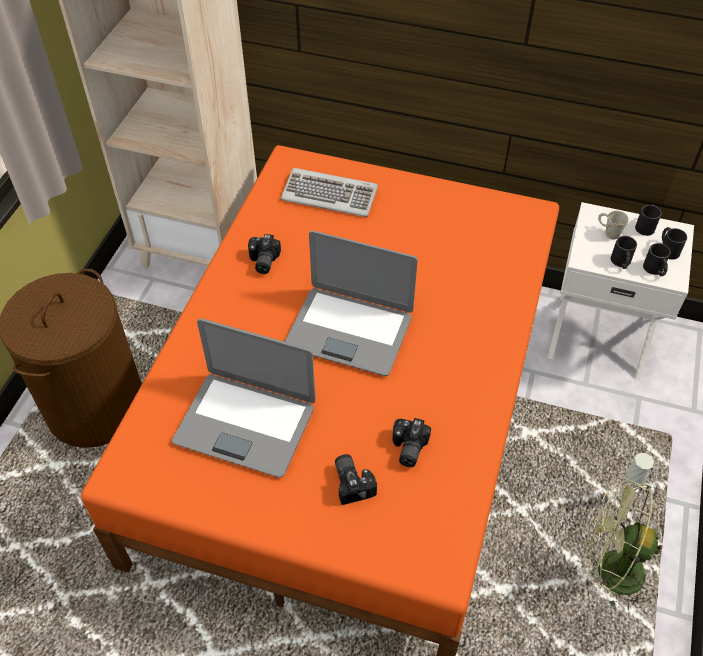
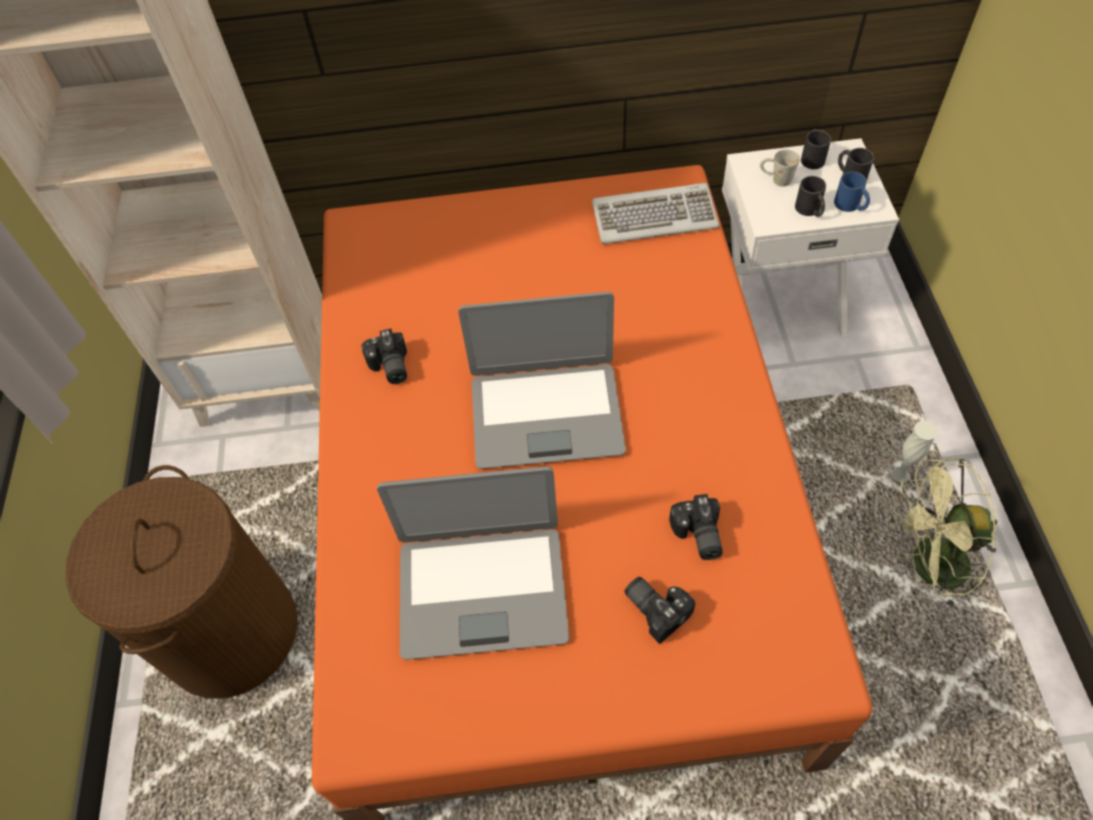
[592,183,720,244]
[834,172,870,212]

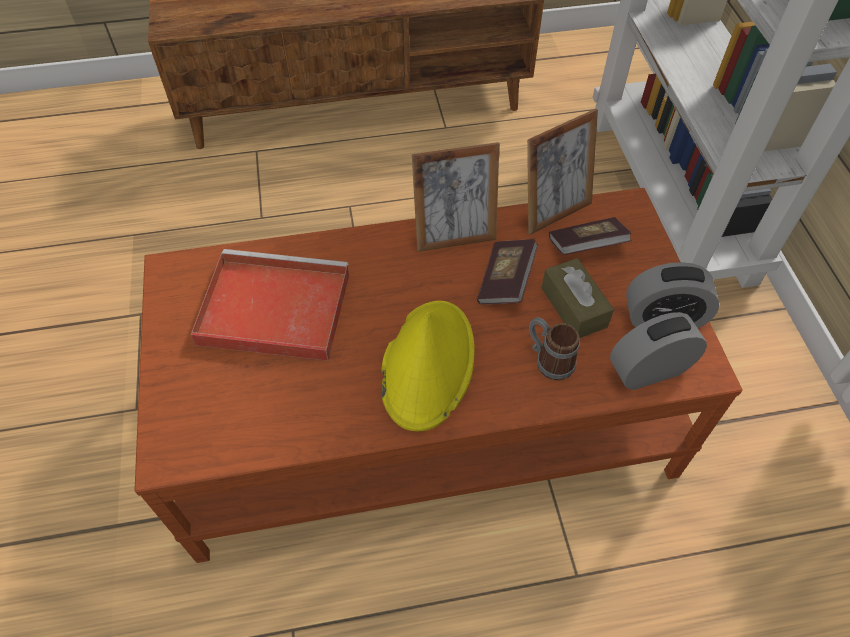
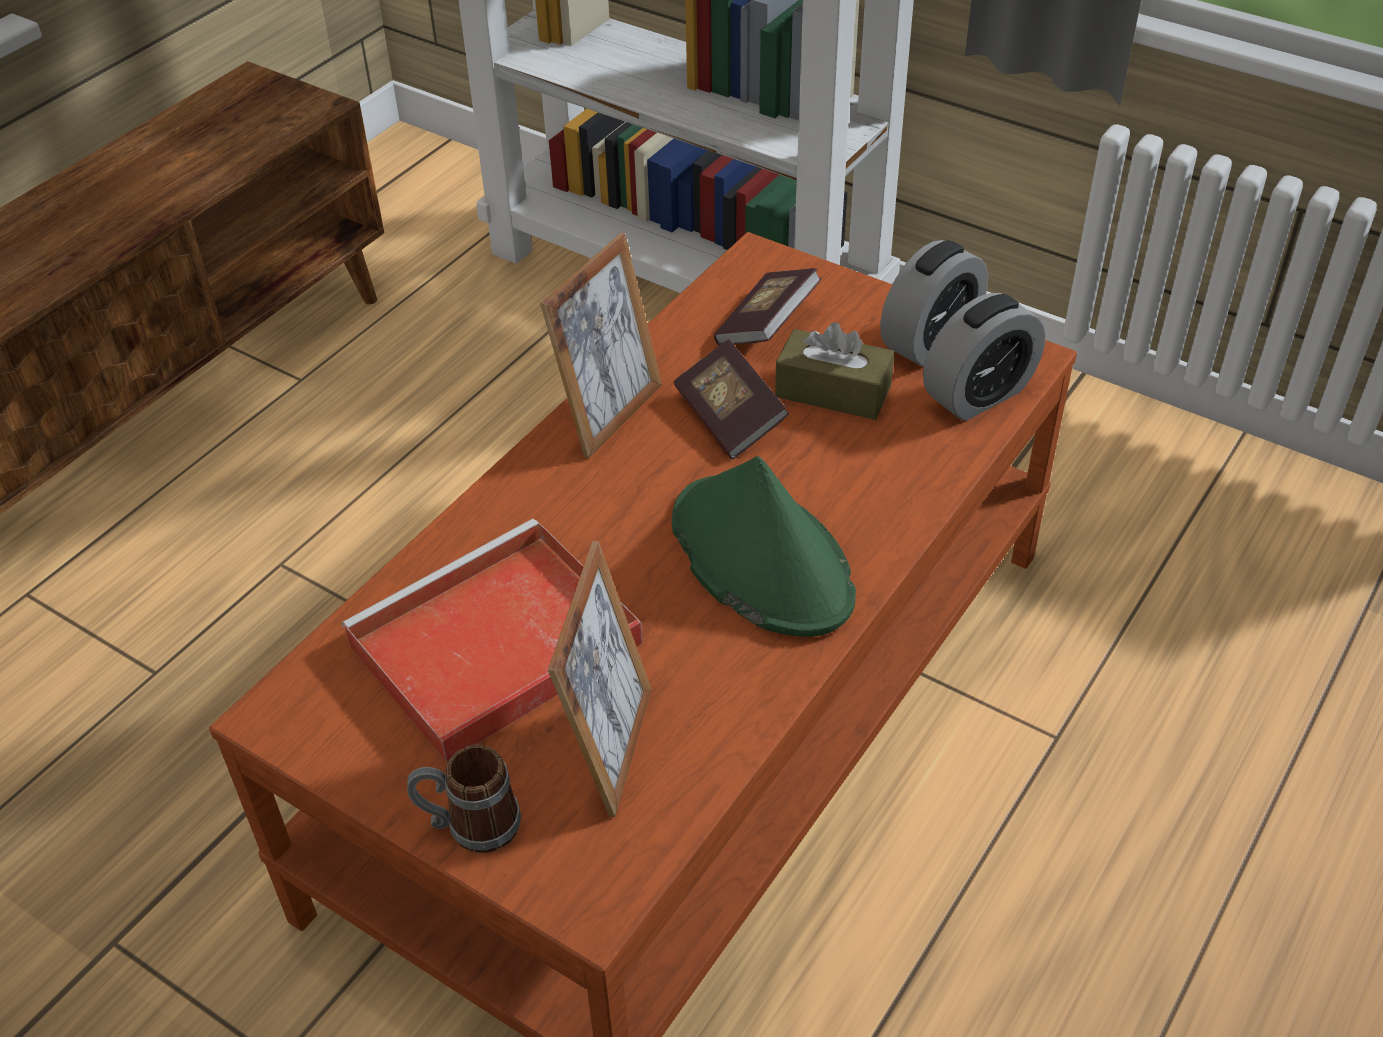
[672,456,856,637]
[548,541,651,817]
[407,745,521,853]
[923,293,1046,421]

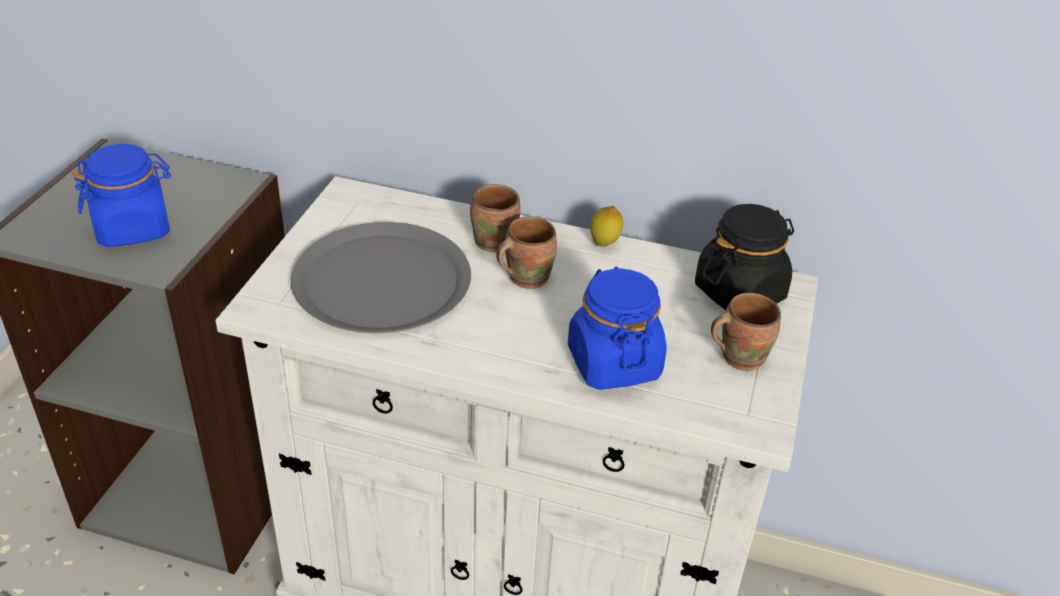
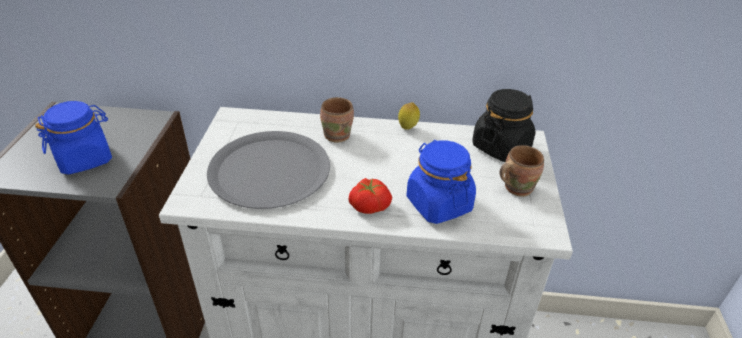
[496,216,557,289] (first image)
[348,178,392,214]

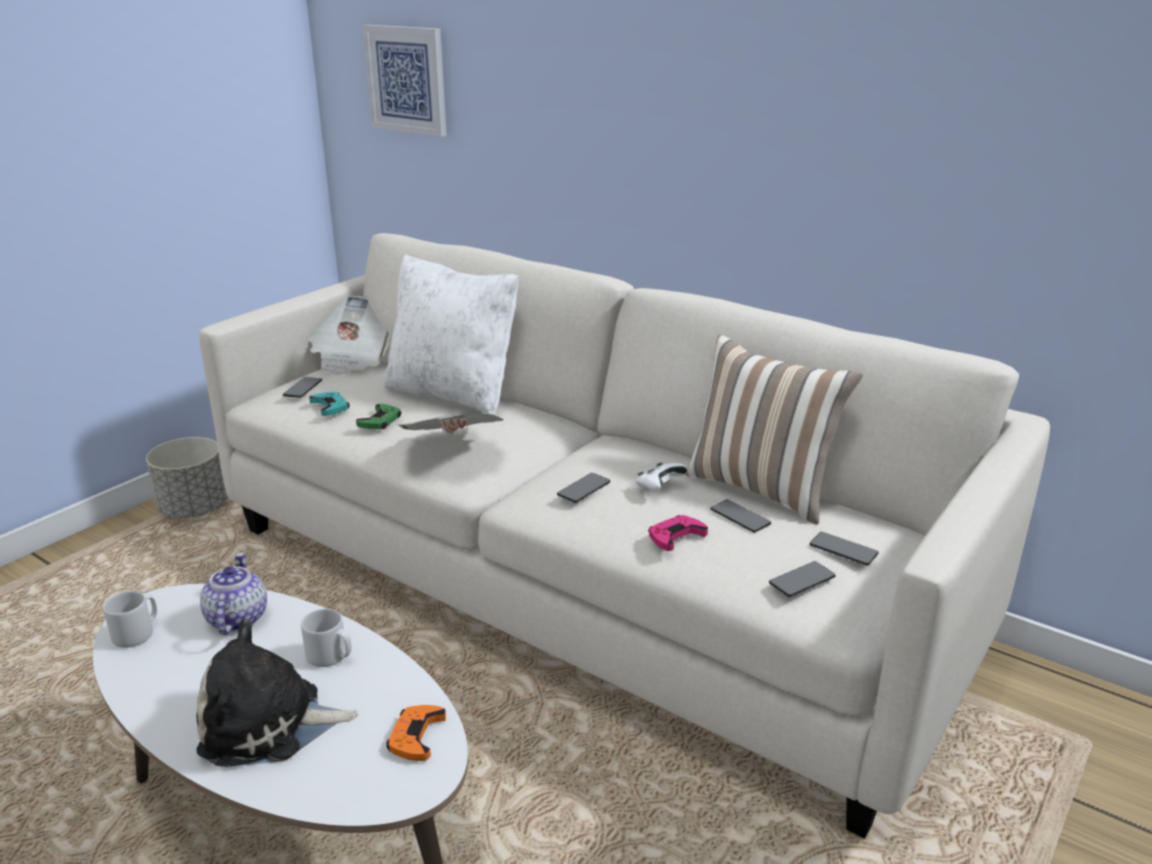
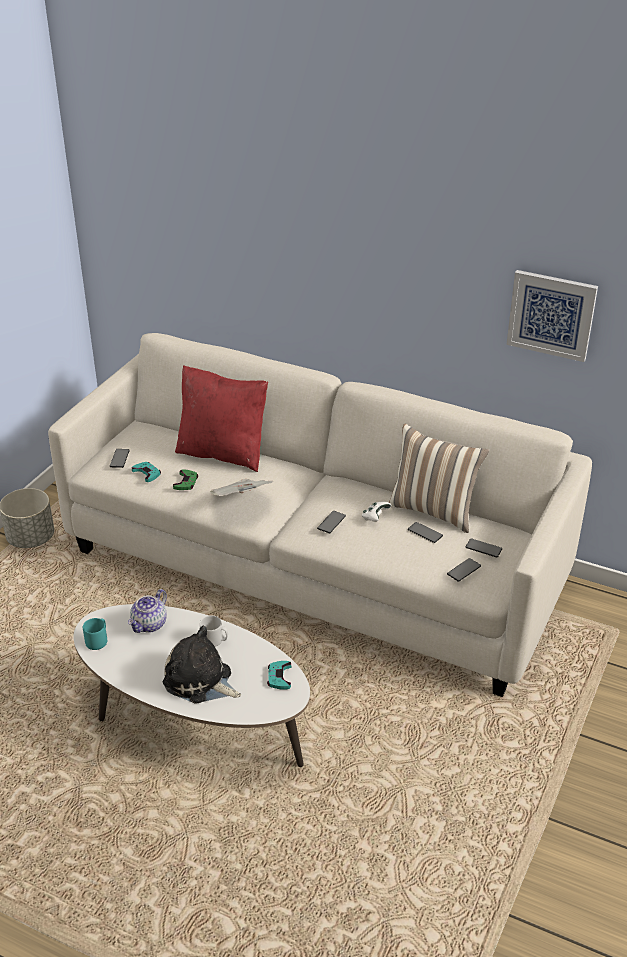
[83,618,107,650]
[163,626,241,704]
[128,589,167,633]
[309,295,391,376] (first image)
[506,270,598,362]
[175,365,268,472]
[267,661,291,690]
[648,515,708,551] (first image)

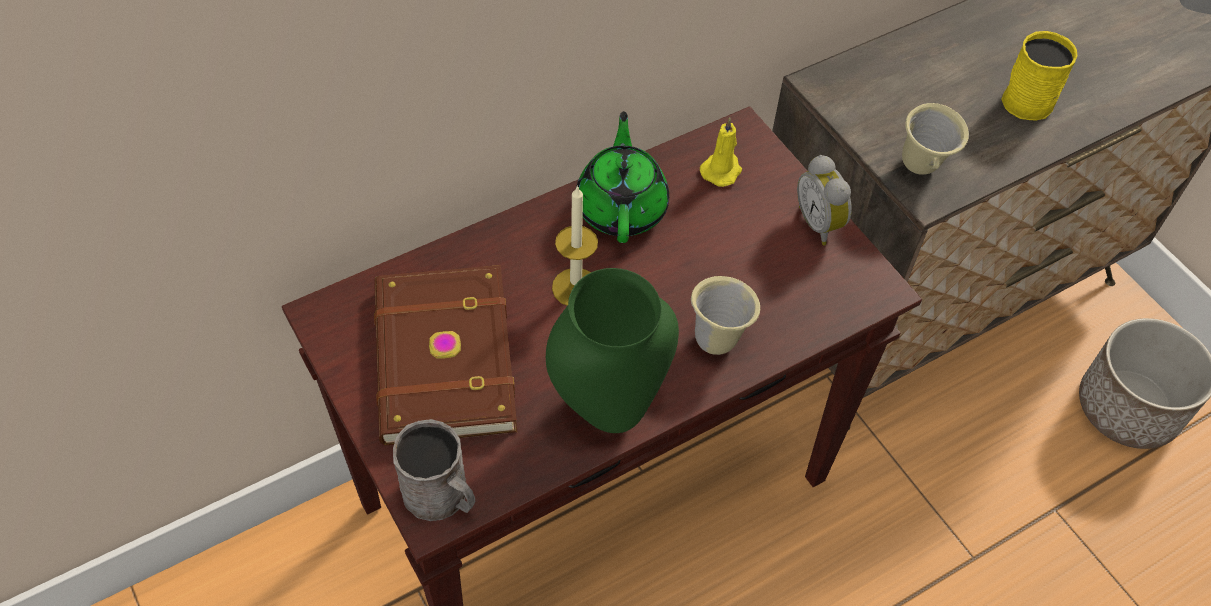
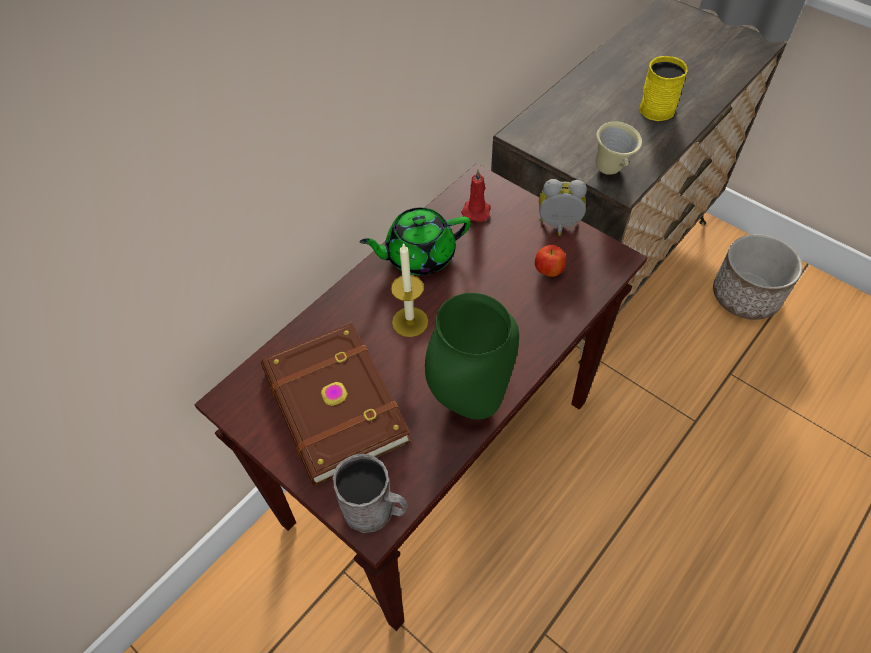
[359,207,471,275]
[691,276,760,355] (first image)
[461,169,491,222]
[539,179,587,236]
[535,245,566,277]

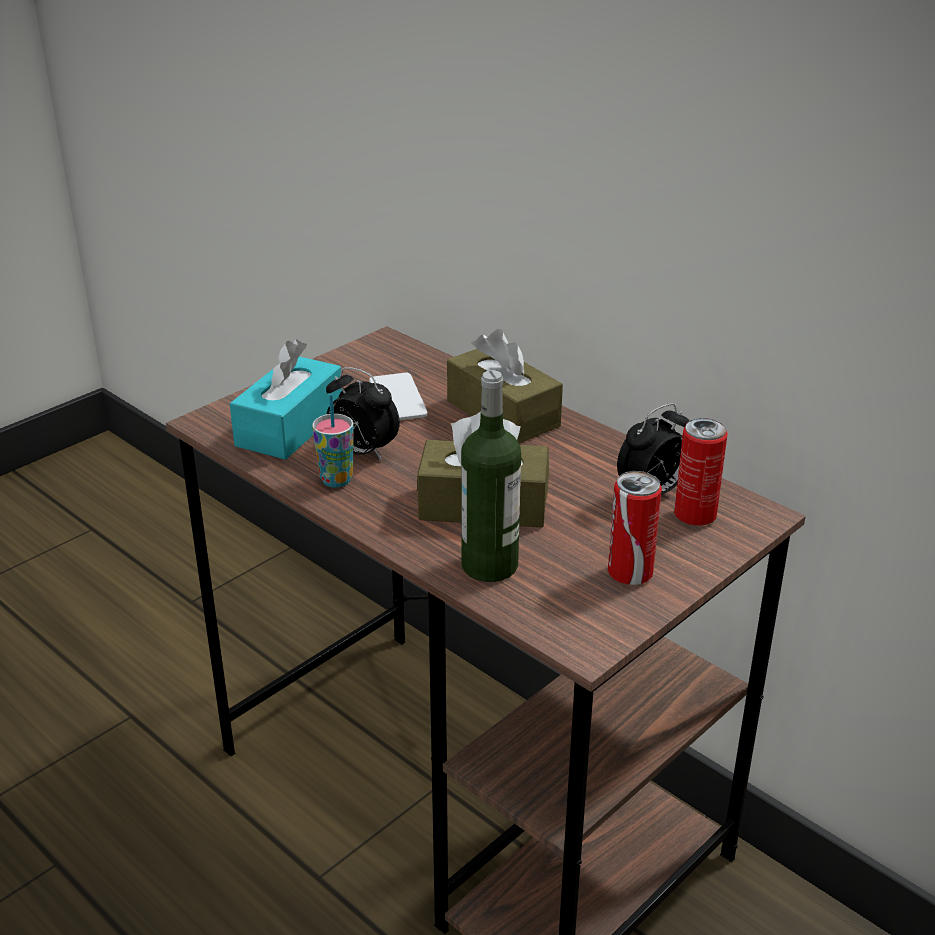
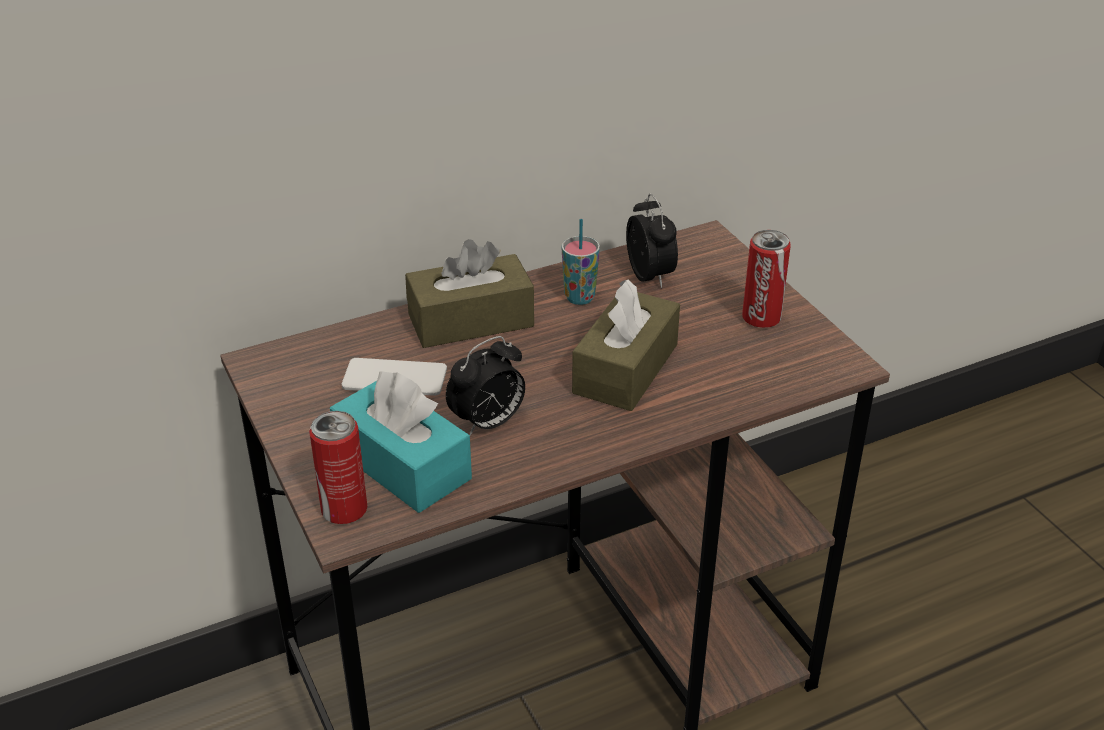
[562,219,600,305]
[461,370,521,582] (first image)
[309,411,367,524]

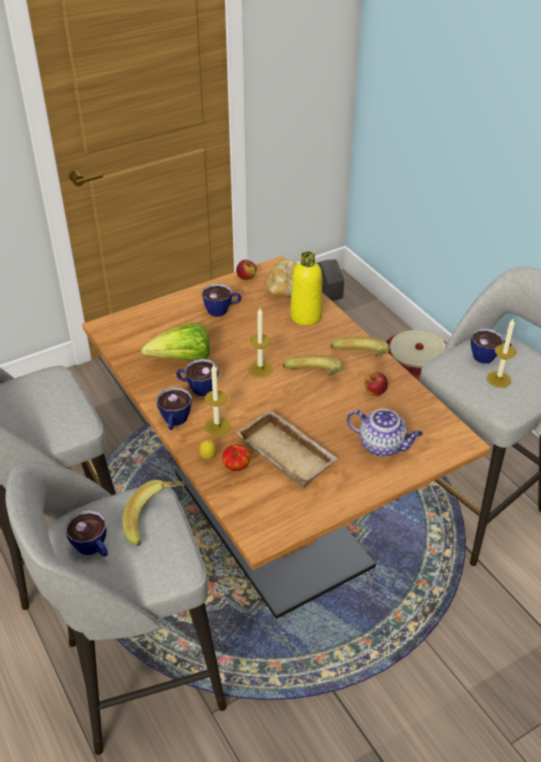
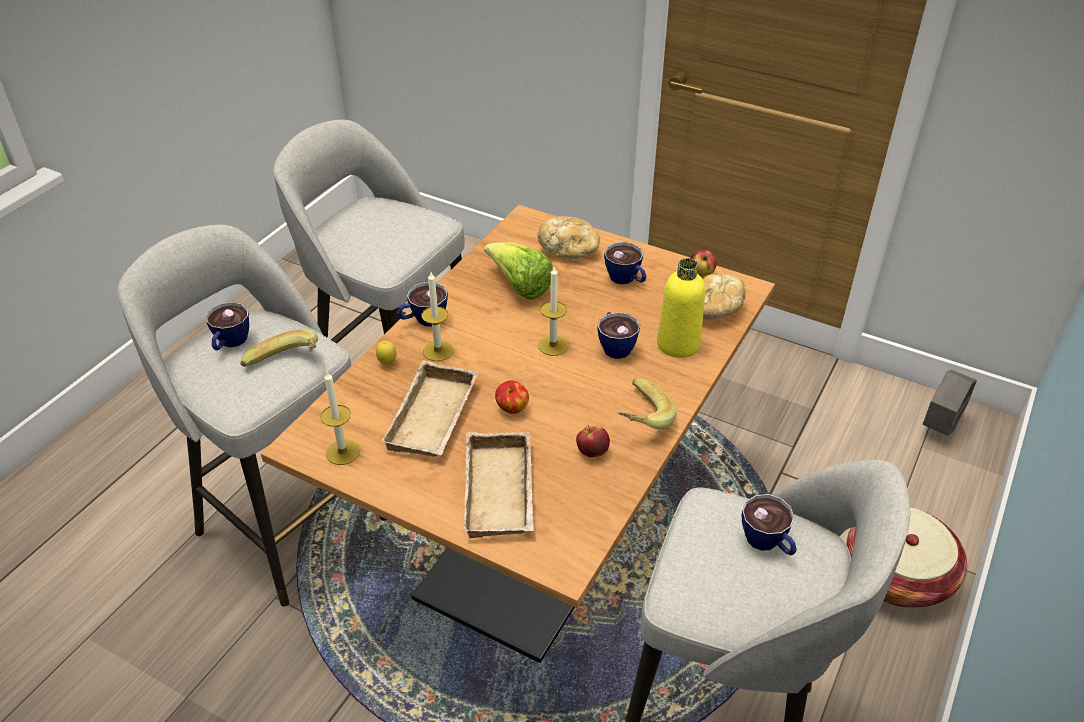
[597,312,640,359]
[495,380,529,414]
[282,355,343,377] (first image)
[464,432,534,538]
[320,371,360,465]
[537,216,600,259]

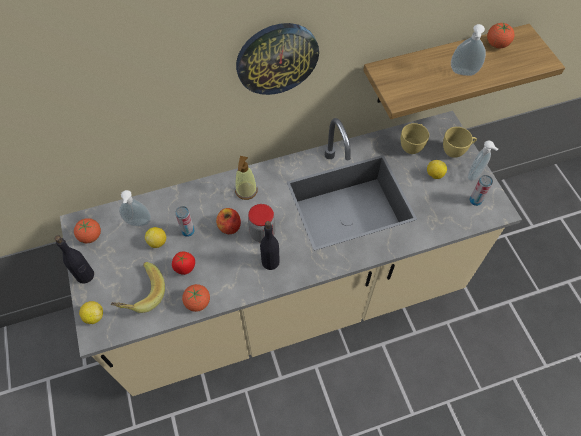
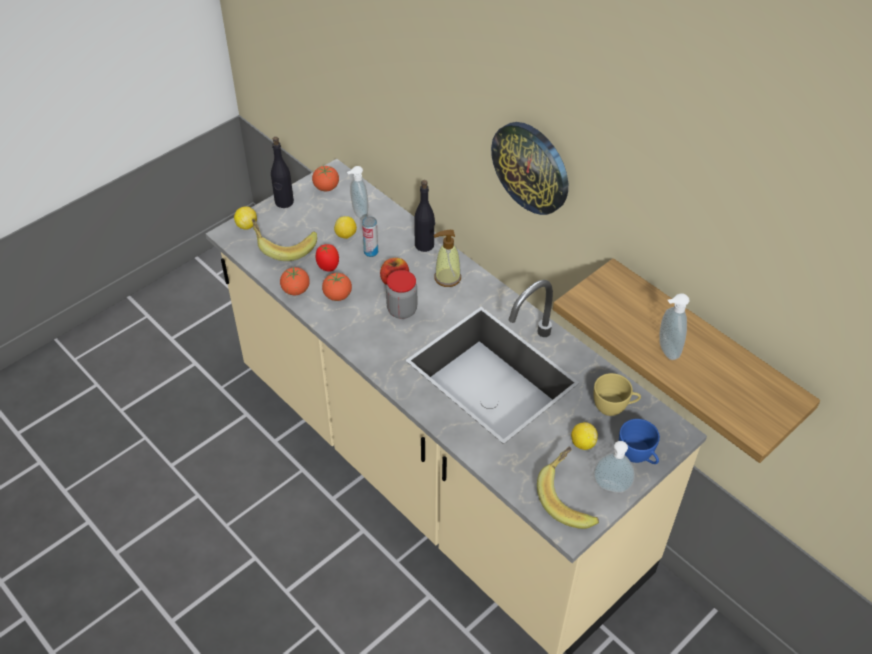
[414,180,435,252]
[619,419,660,464]
[537,446,599,529]
[322,272,352,301]

